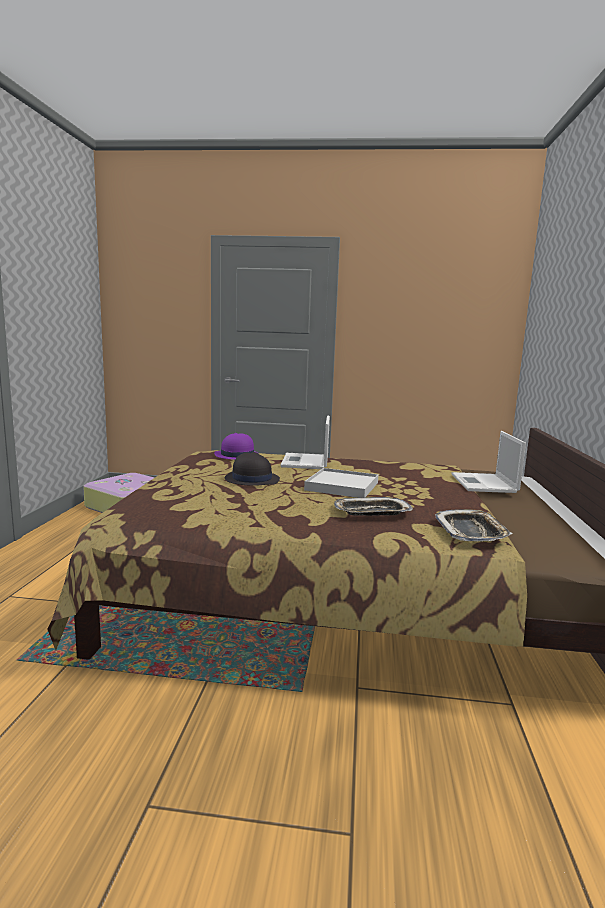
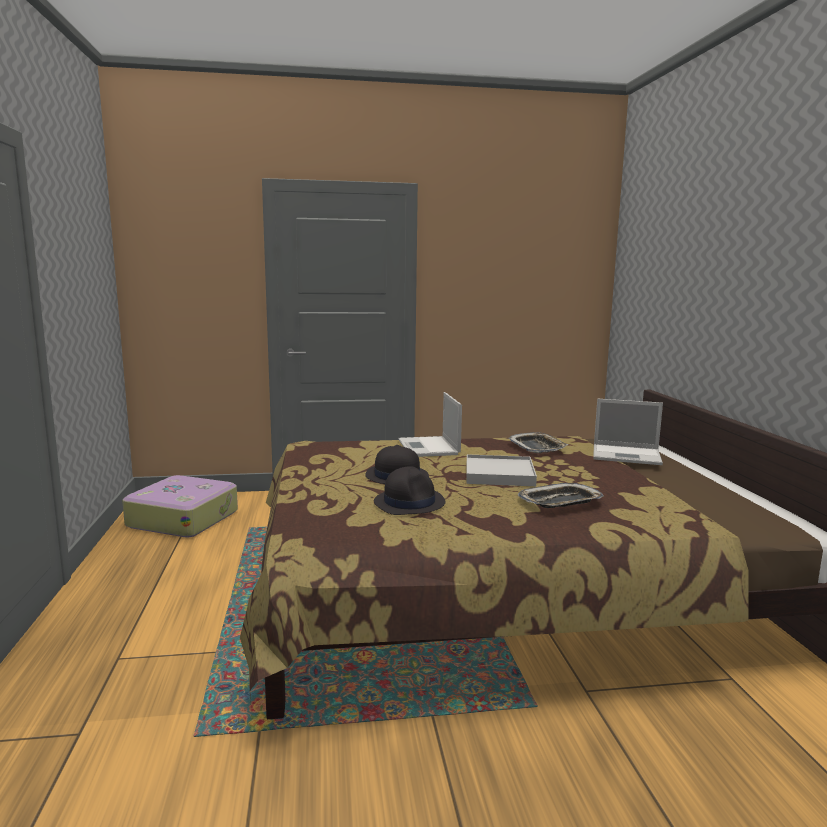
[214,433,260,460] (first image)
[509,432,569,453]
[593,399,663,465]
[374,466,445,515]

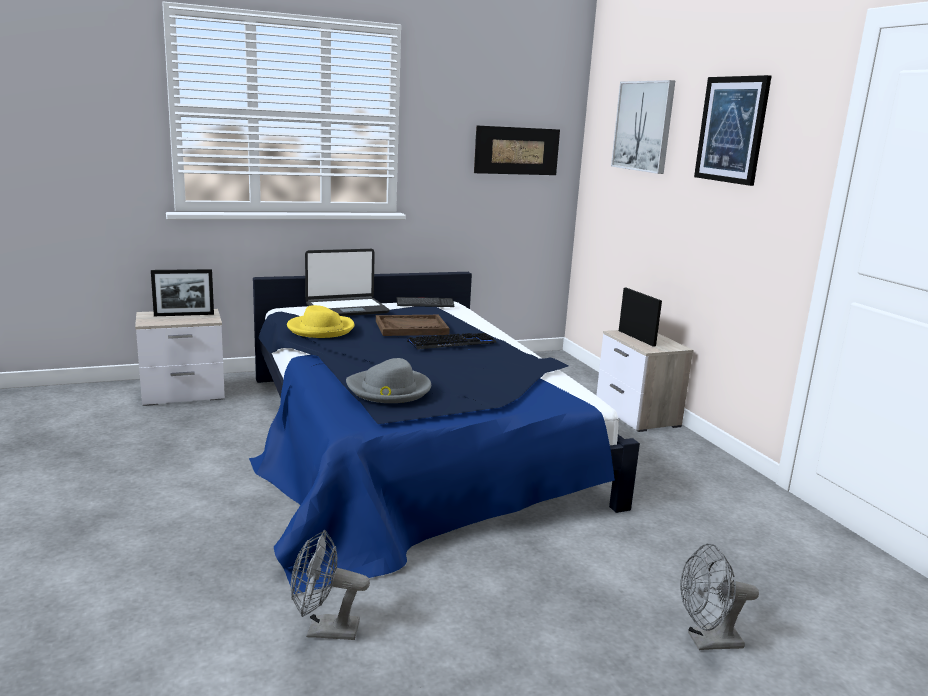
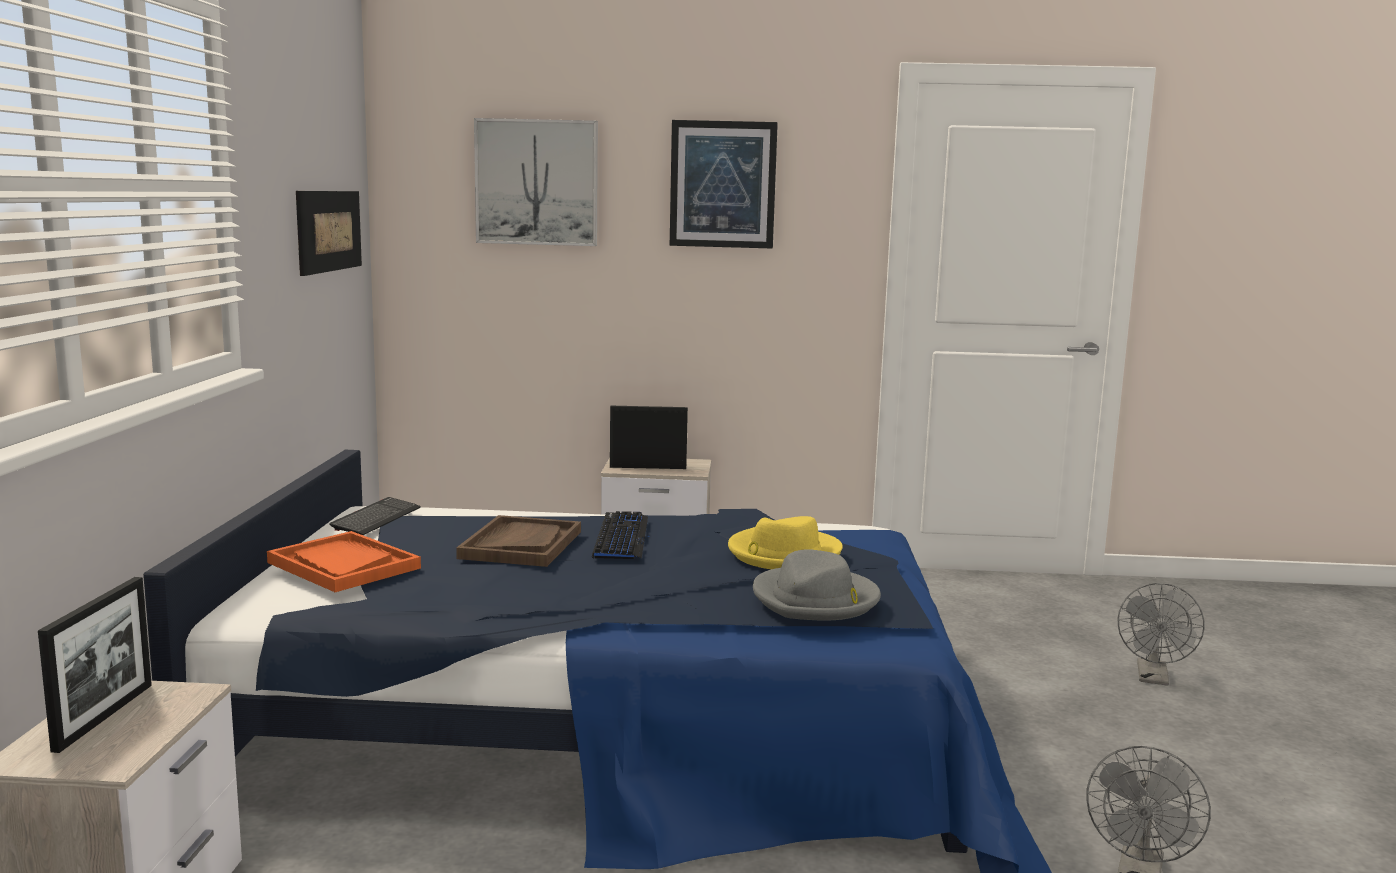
[728,516,843,569]
[267,531,421,592]

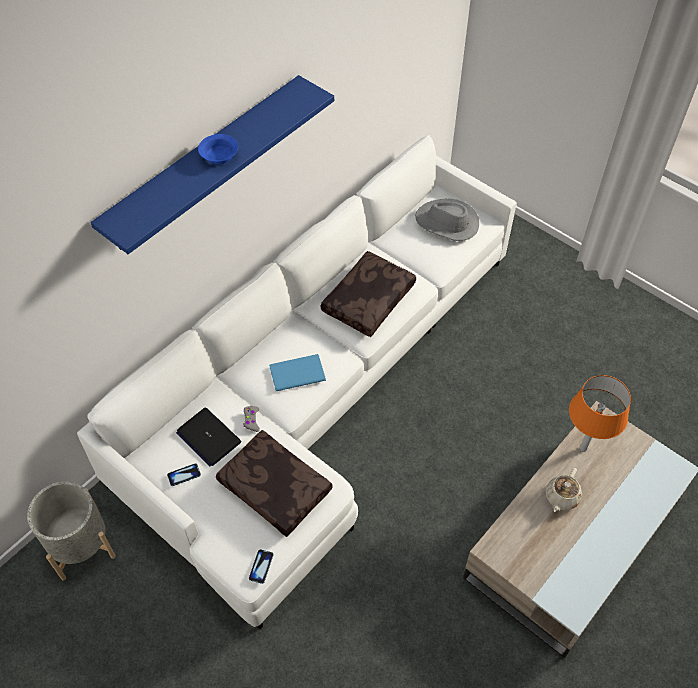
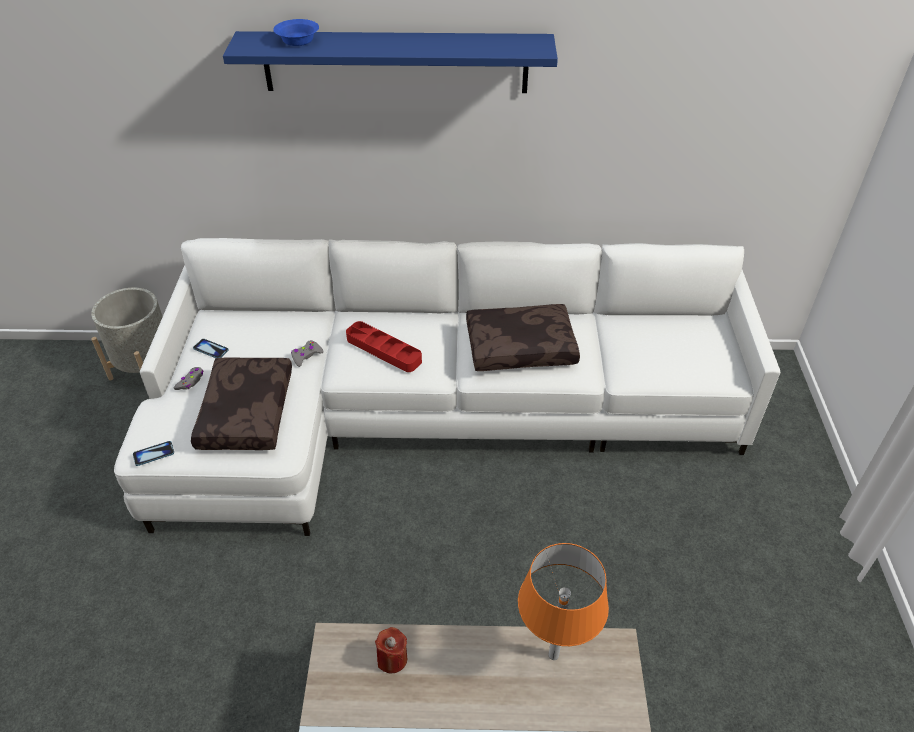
[176,408,241,466] (first image)
[273,19,319,46]
[346,321,422,372]
[415,198,479,241] (first image)
[545,468,582,512] (first image)
[173,367,203,390]
[375,627,407,673]

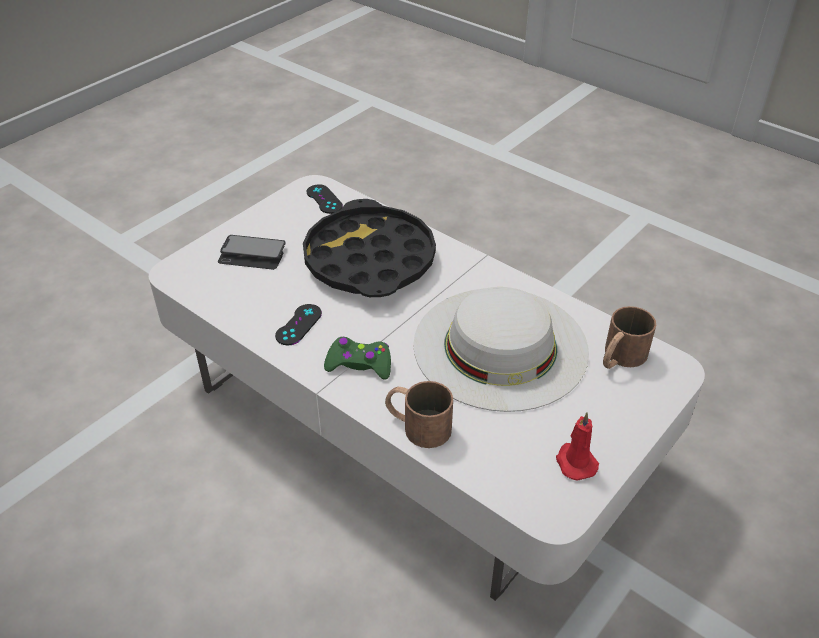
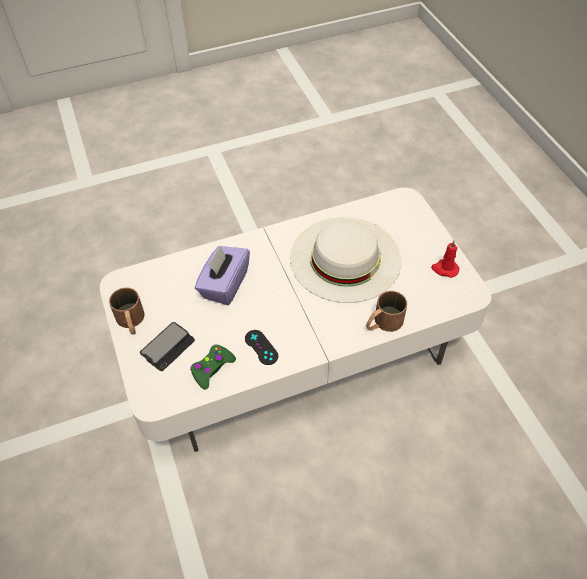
[195,246,250,305]
[307,184,343,214] (first image)
[190,344,236,389]
[109,288,145,334]

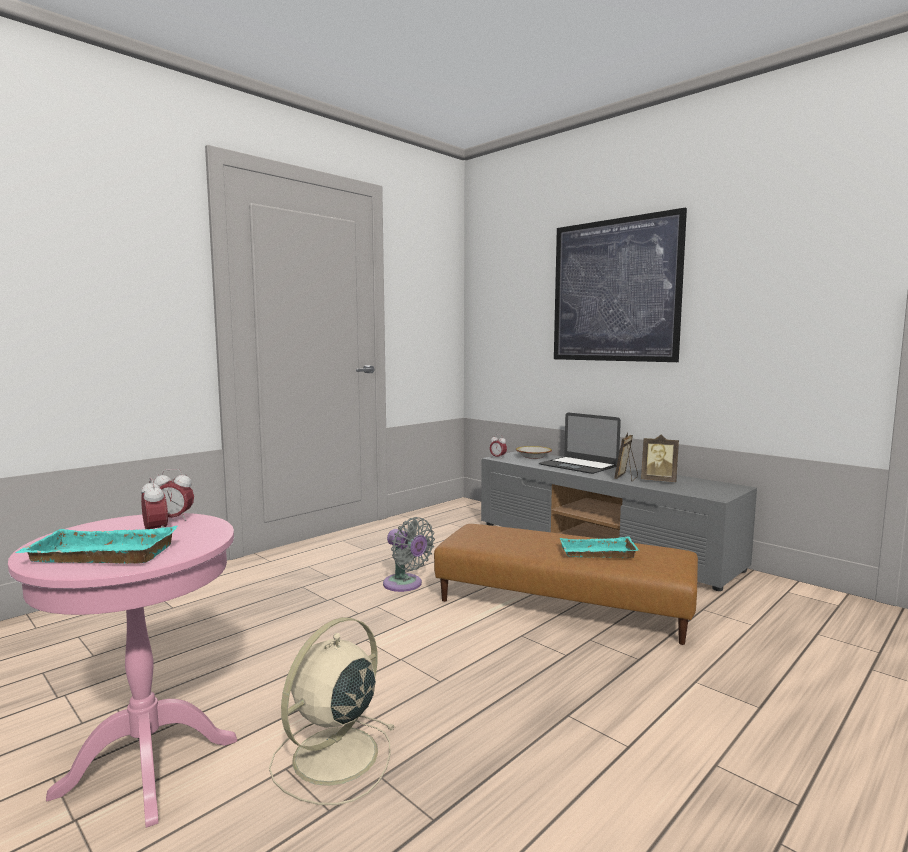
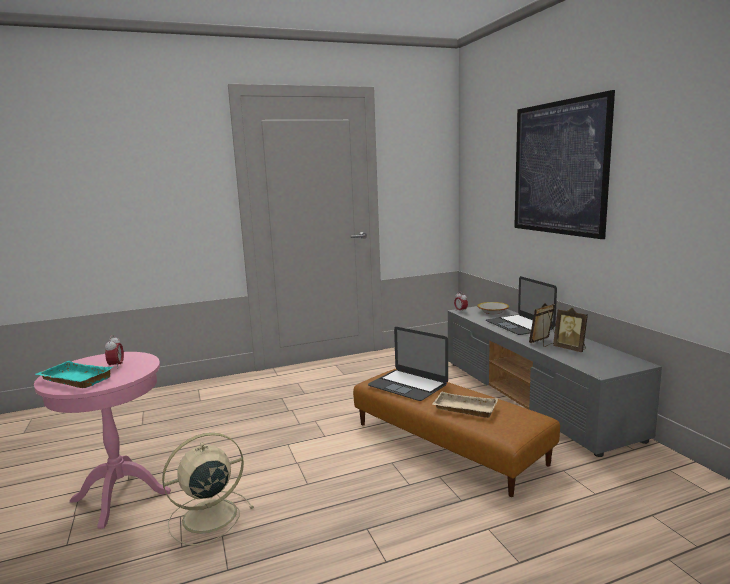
[153,469,194,521] (first image)
[383,517,435,592] (first image)
[432,391,498,418]
[368,327,448,401]

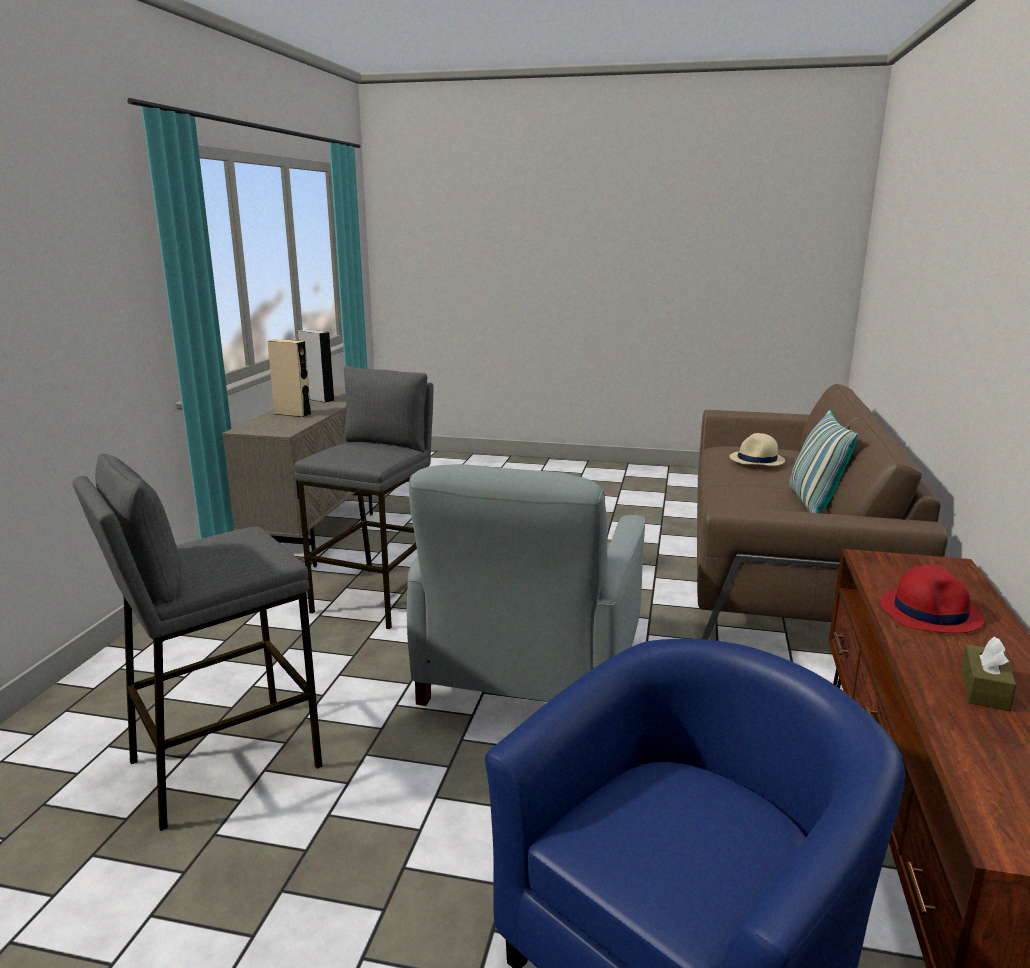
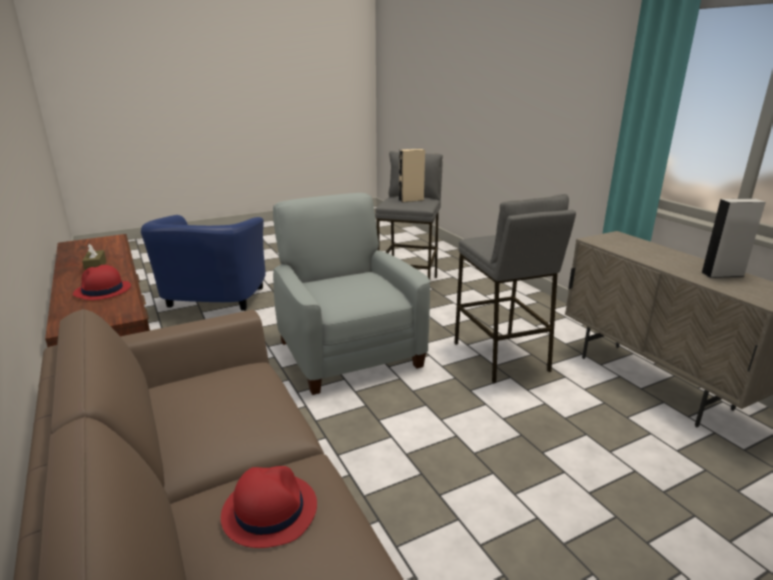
[399,149,425,203]
[221,466,317,548]
[789,410,858,513] (first image)

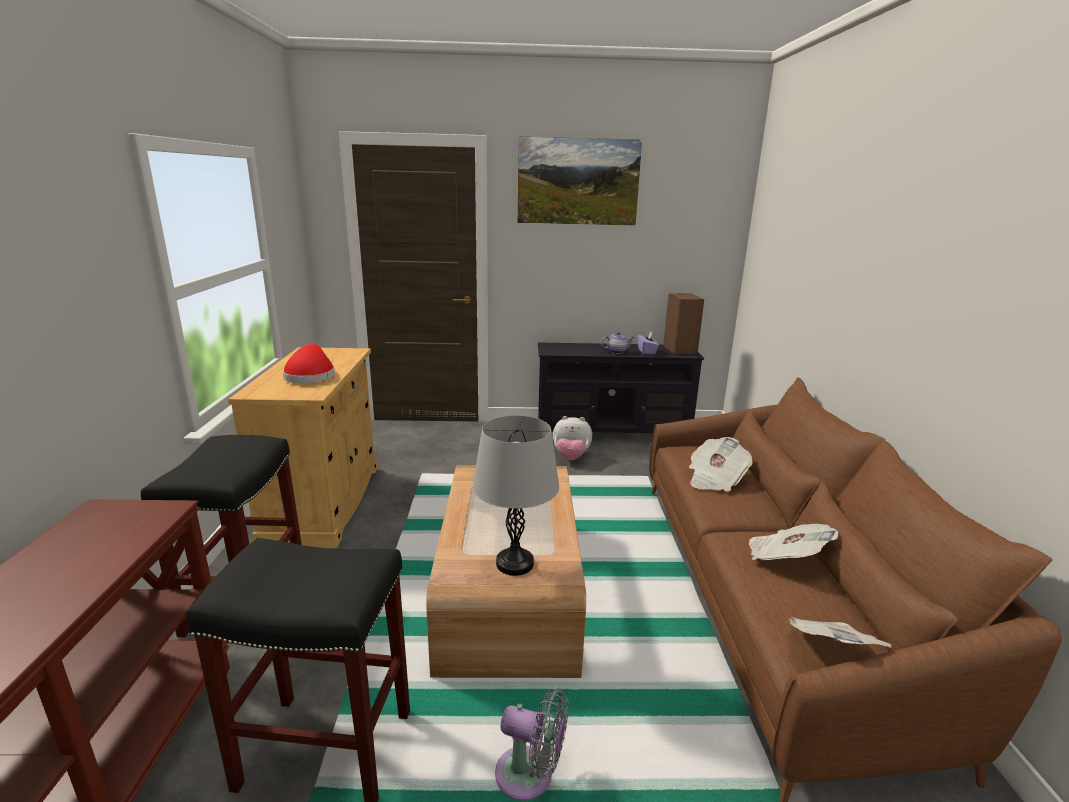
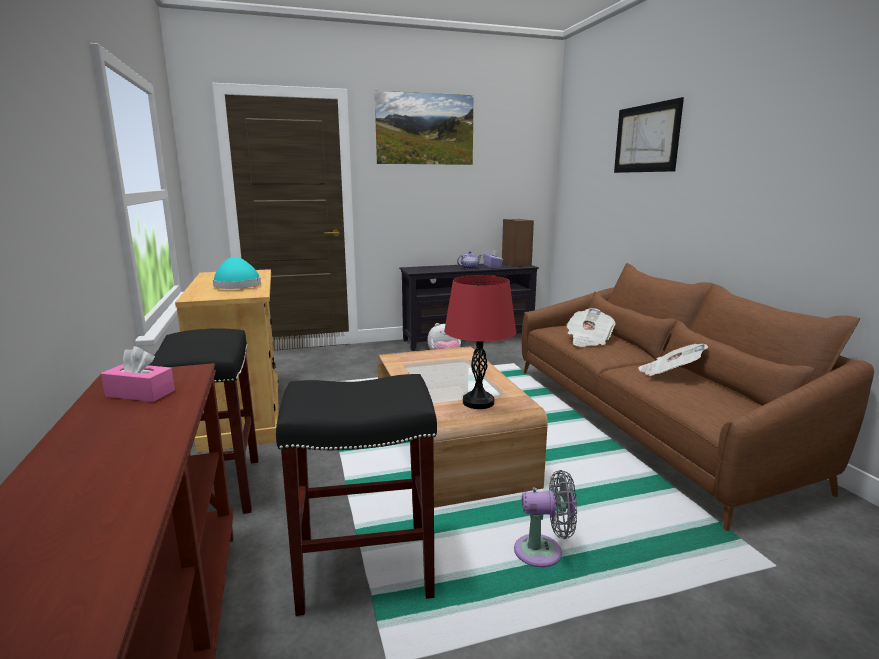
[213,257,261,289]
[444,275,516,409]
[789,617,892,648] (first image)
[101,346,175,402]
[614,97,684,173]

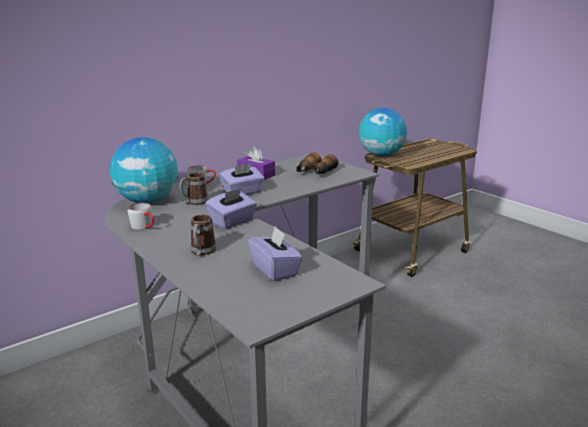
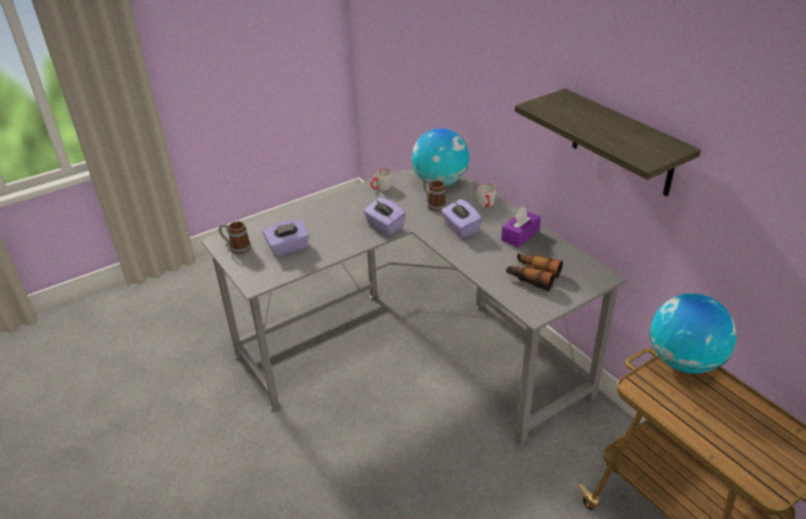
[219,221,251,254]
[515,88,701,196]

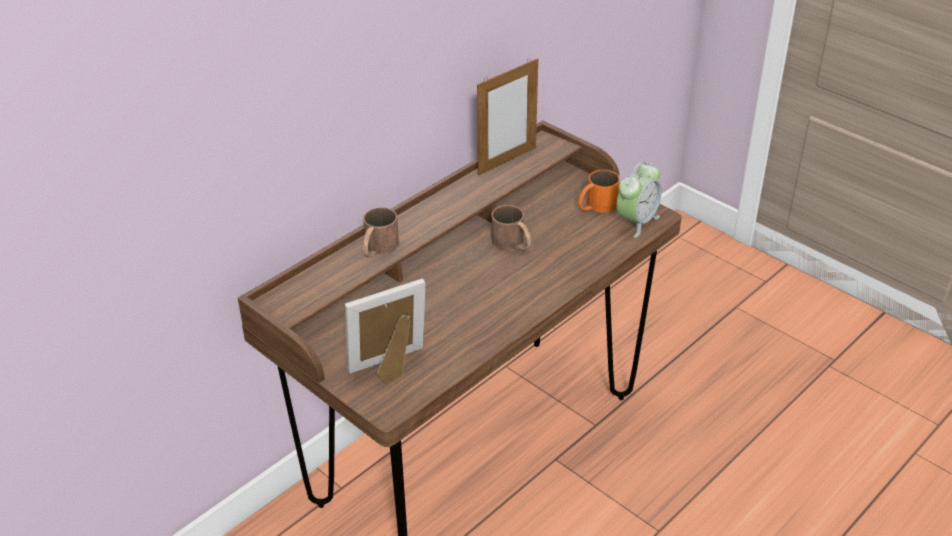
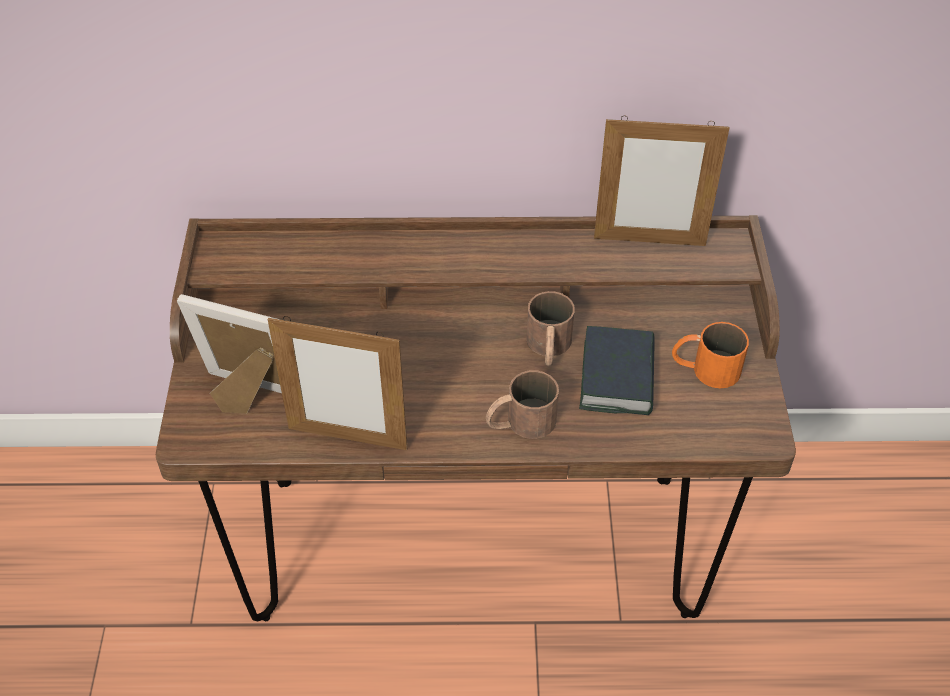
[486,370,559,439]
[617,162,662,238] (first image)
[268,316,407,450]
[579,326,655,415]

